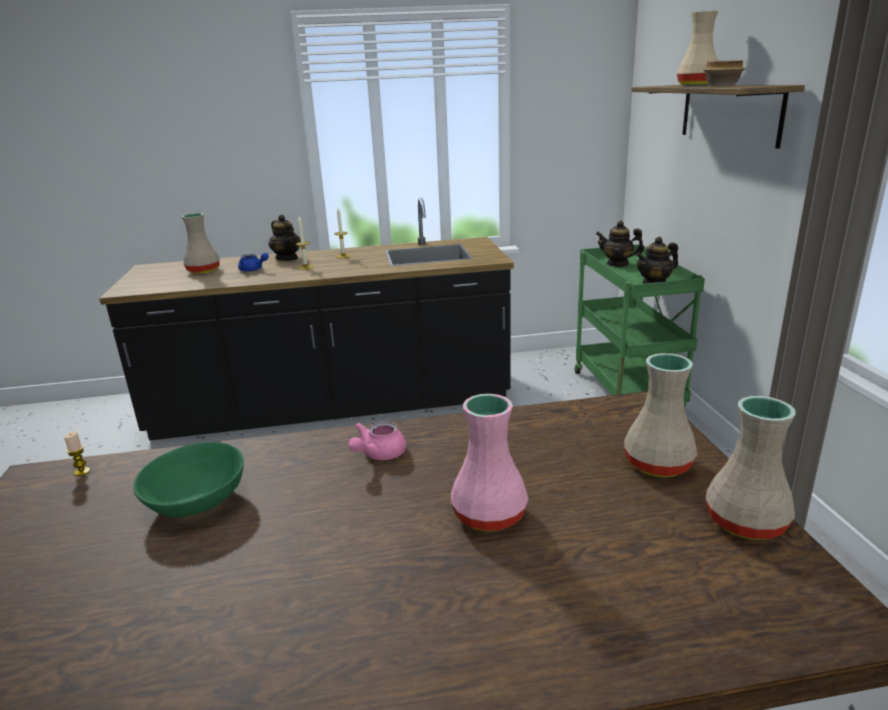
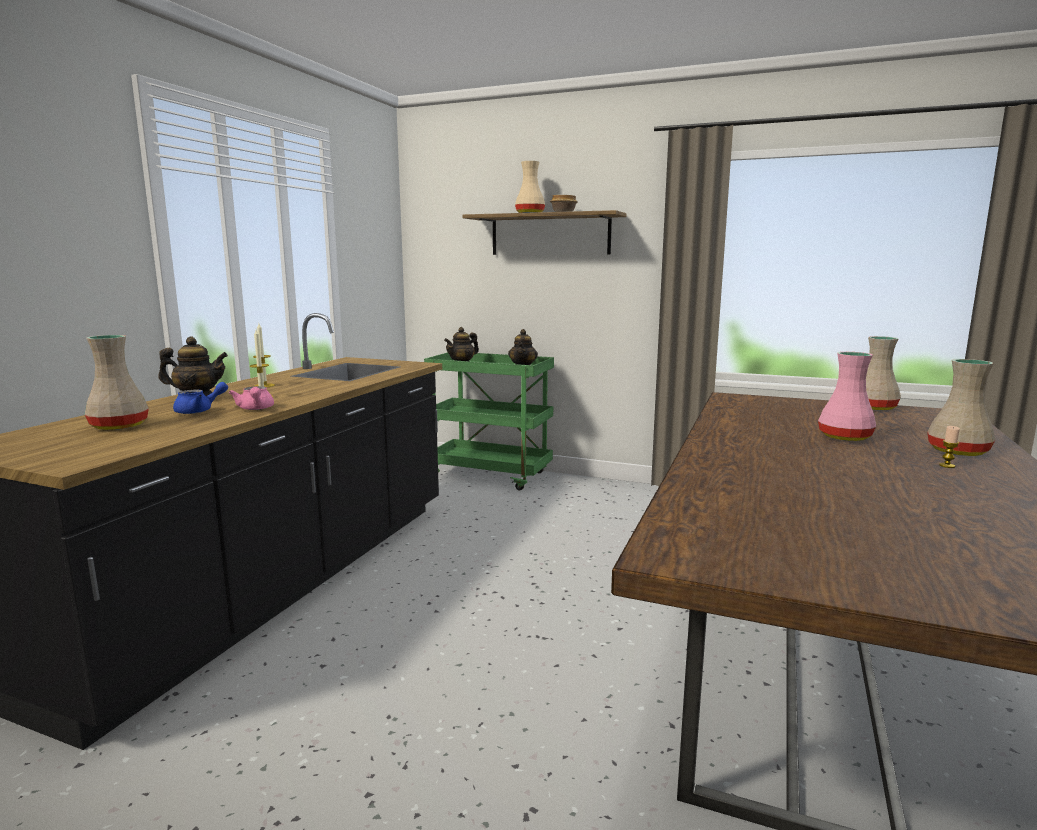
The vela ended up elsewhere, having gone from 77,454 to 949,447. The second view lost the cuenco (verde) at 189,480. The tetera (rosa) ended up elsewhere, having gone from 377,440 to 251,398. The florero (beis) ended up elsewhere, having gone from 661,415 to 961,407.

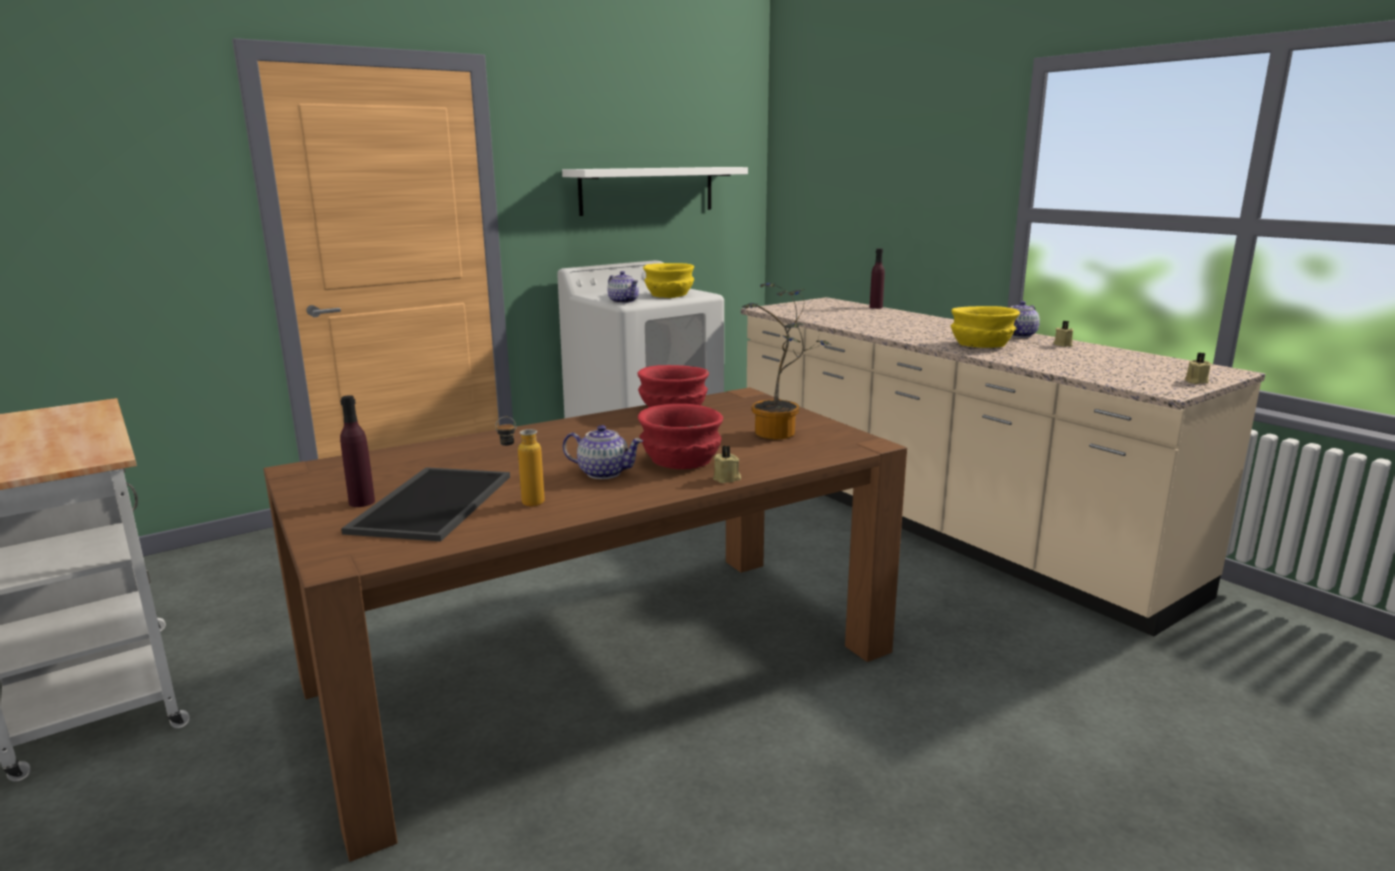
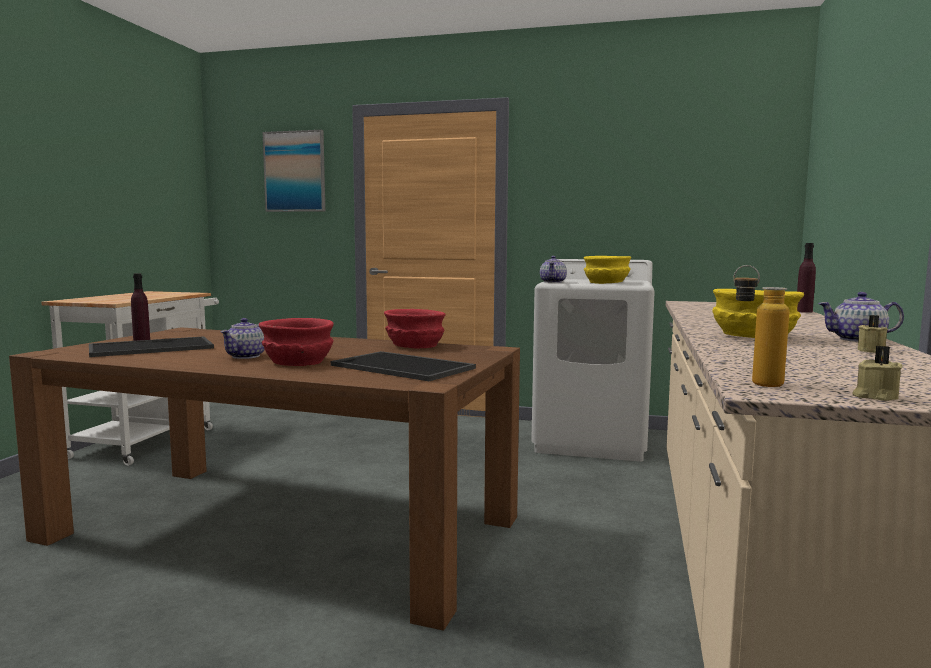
The botella ended up elsewhere, having gone from 520,461 to 761,326. The second view lost the estante (blanco) at 655,191. The tetera at 603,452 ended up facing another way, 45 degrees clockwise from before. The second view lost the vela (beis) at 727,464. Where the planta en maceta stood at 786,361, the bandeja came to stand at 403,366. The second view gained the cuadro at 294,171.

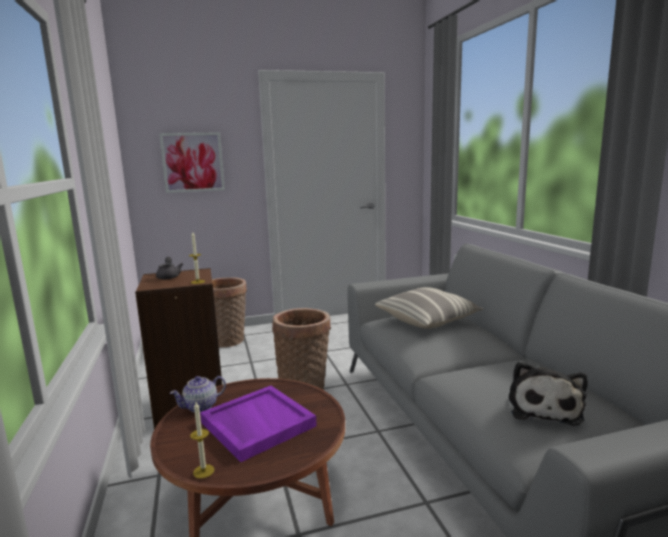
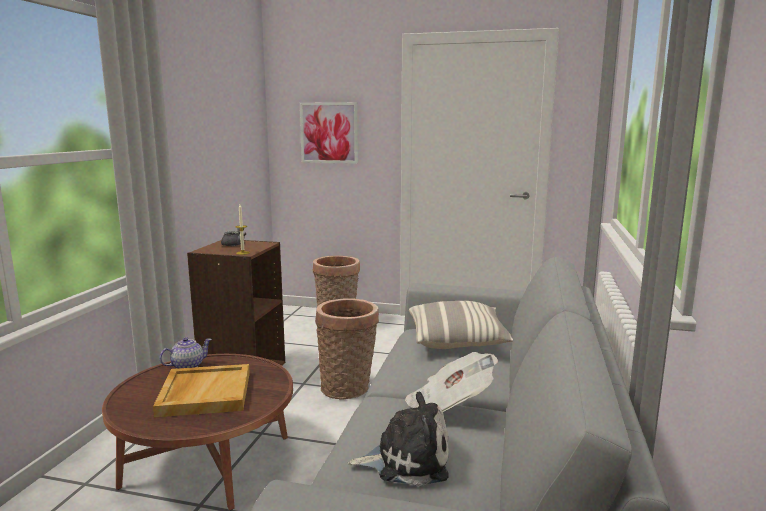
The tetera at 198,394 ended up facing another way, 150 degrees clockwise from before. The second view lost the vela at 202,440. What was the bandeja (morado) at 258,424 turned into the bandeja (beis) at 201,390. The peluche at 548,393 ended up facing another way, 135 degrees counterclockwise from before. The second view gained the periódico at 451,382.

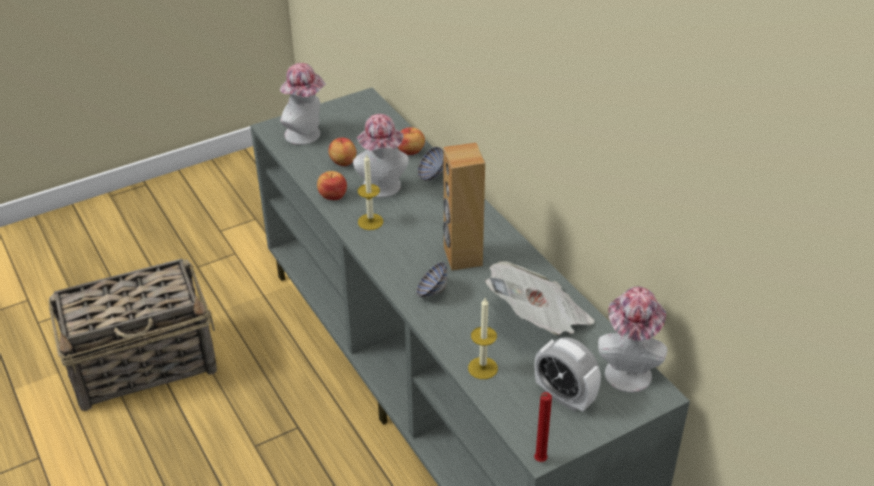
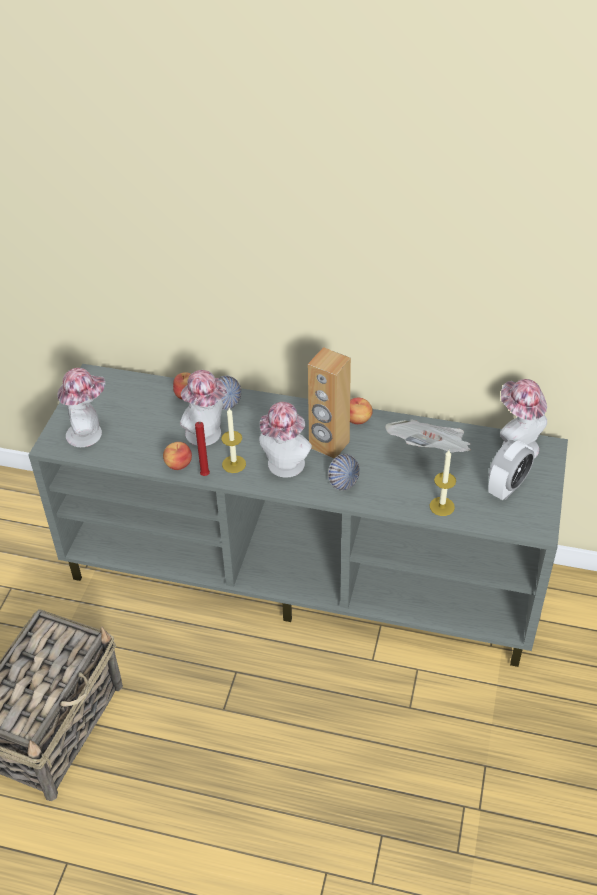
The manzana ended up elsewhere, having gone from 342,152 to 361,411. The vela (rojo) ended up elsewhere, having gone from 543,427 to 202,449. The despertador at 568,374 ended up facing another way, 45 degrees counterclockwise from before. The second view gained the sombrero at 285,440.

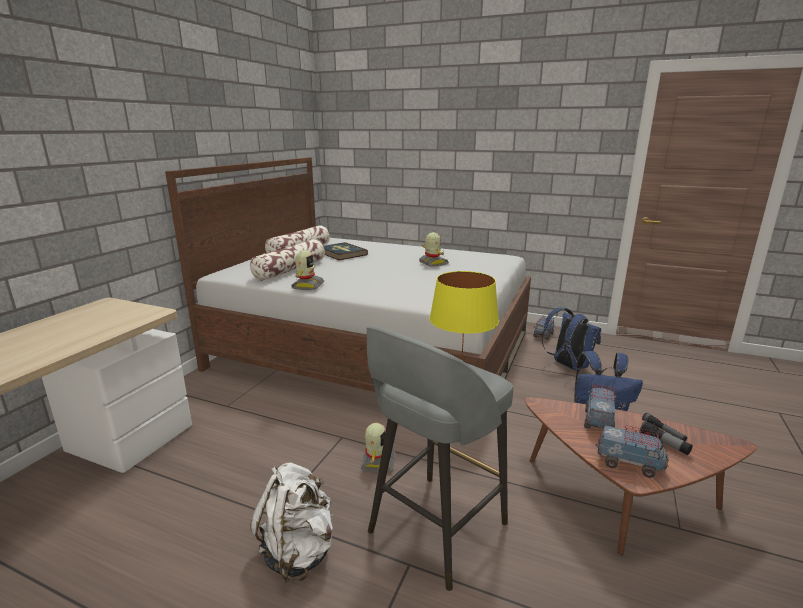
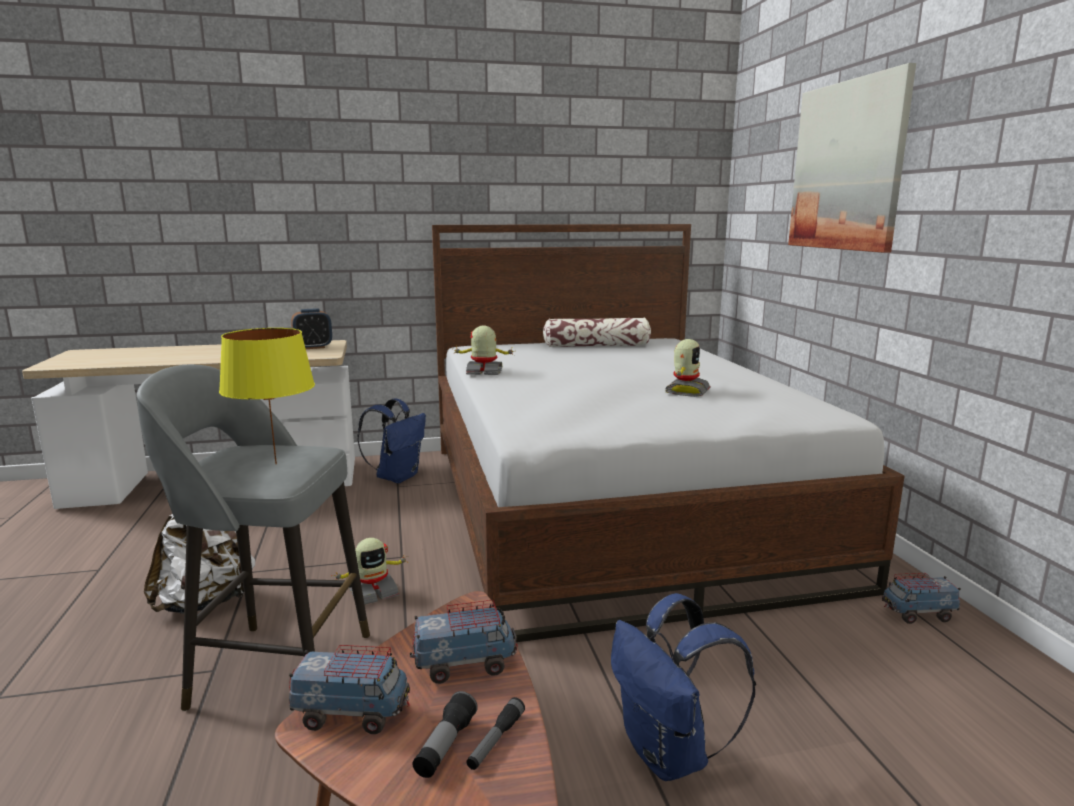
The second view lost the cojín at 287,260. The robot de juguete at 307,270 ended up facing another way, 150 degrees counterclockwise from before. The second view lost the libro at 345,251. The mochila (azul) ended up elsewhere, having gone from 571,339 to 391,440. The camión de juguete at 632,451 ended up facing another way, 75 degrees counterclockwise from before. The second view gained the despertador at 311,328. The second view gained the cuadro at 852,158.

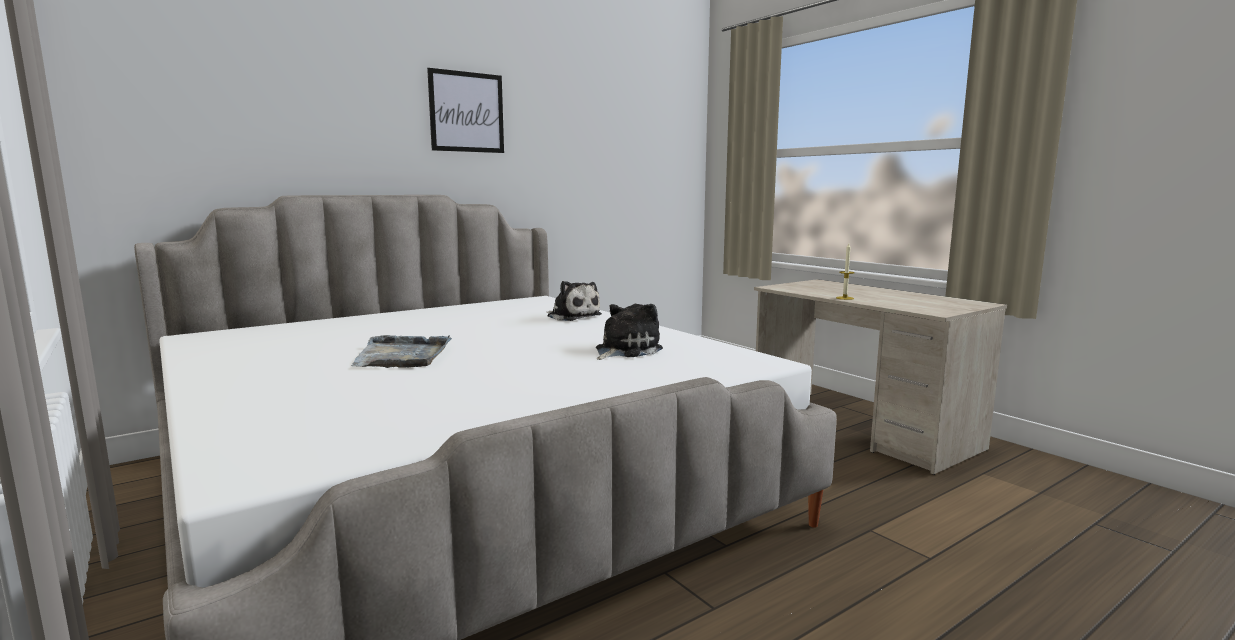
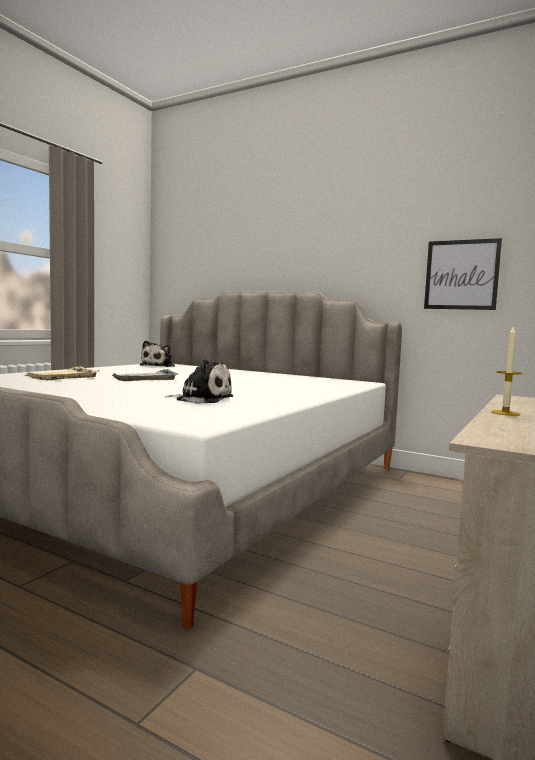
The cuadro ended up elsewhere, having gone from 465,110 to 463,274. The peluche ended up elsewhere, having gone from 574,301 to 157,354. The second view gained the bandeja (beis) at 61,373.

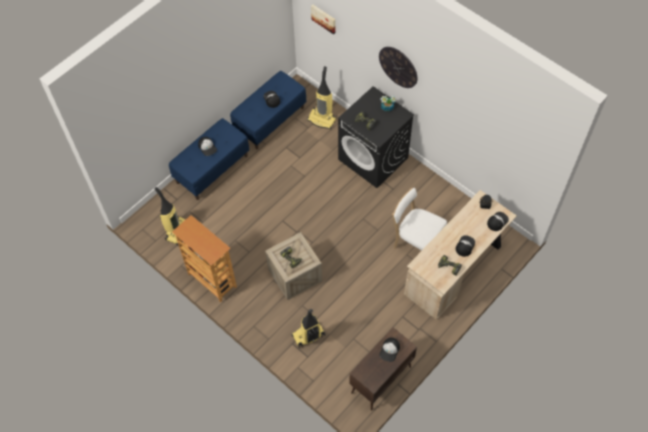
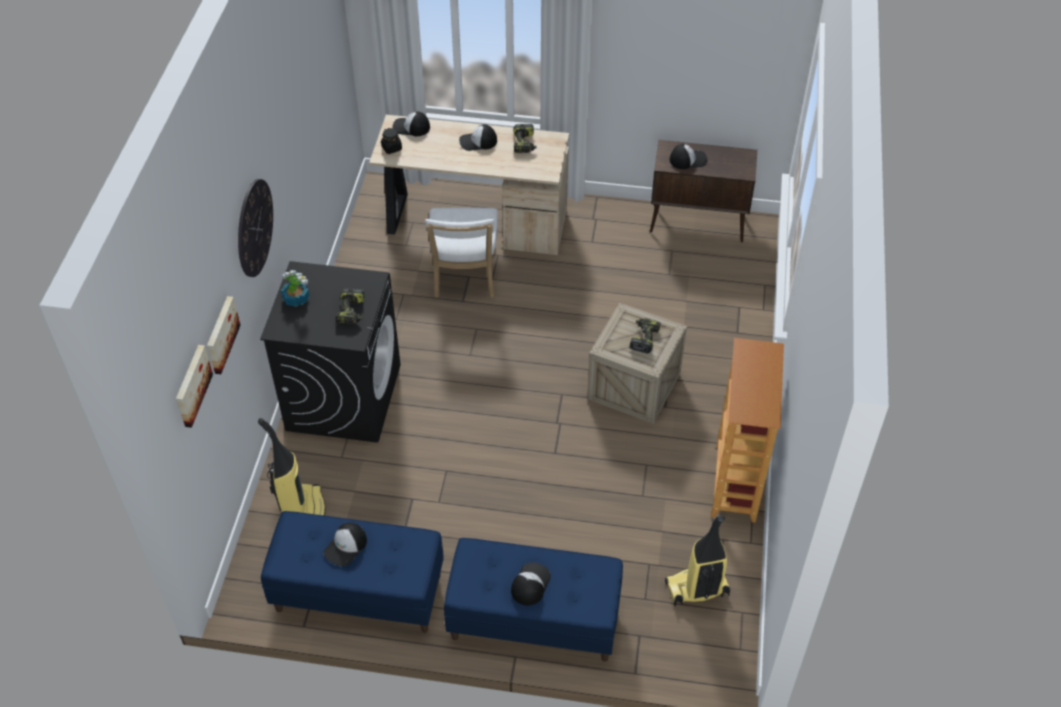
The second view lost the aspiradora at 308,328. The second view gained the cuadro at 224,335.

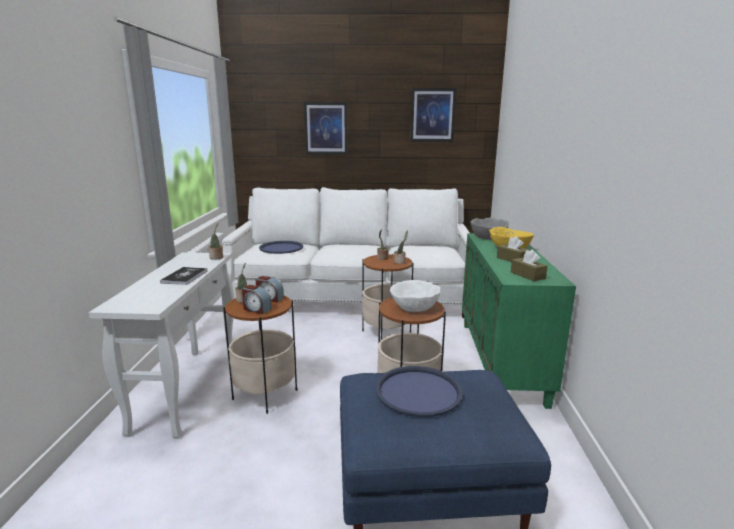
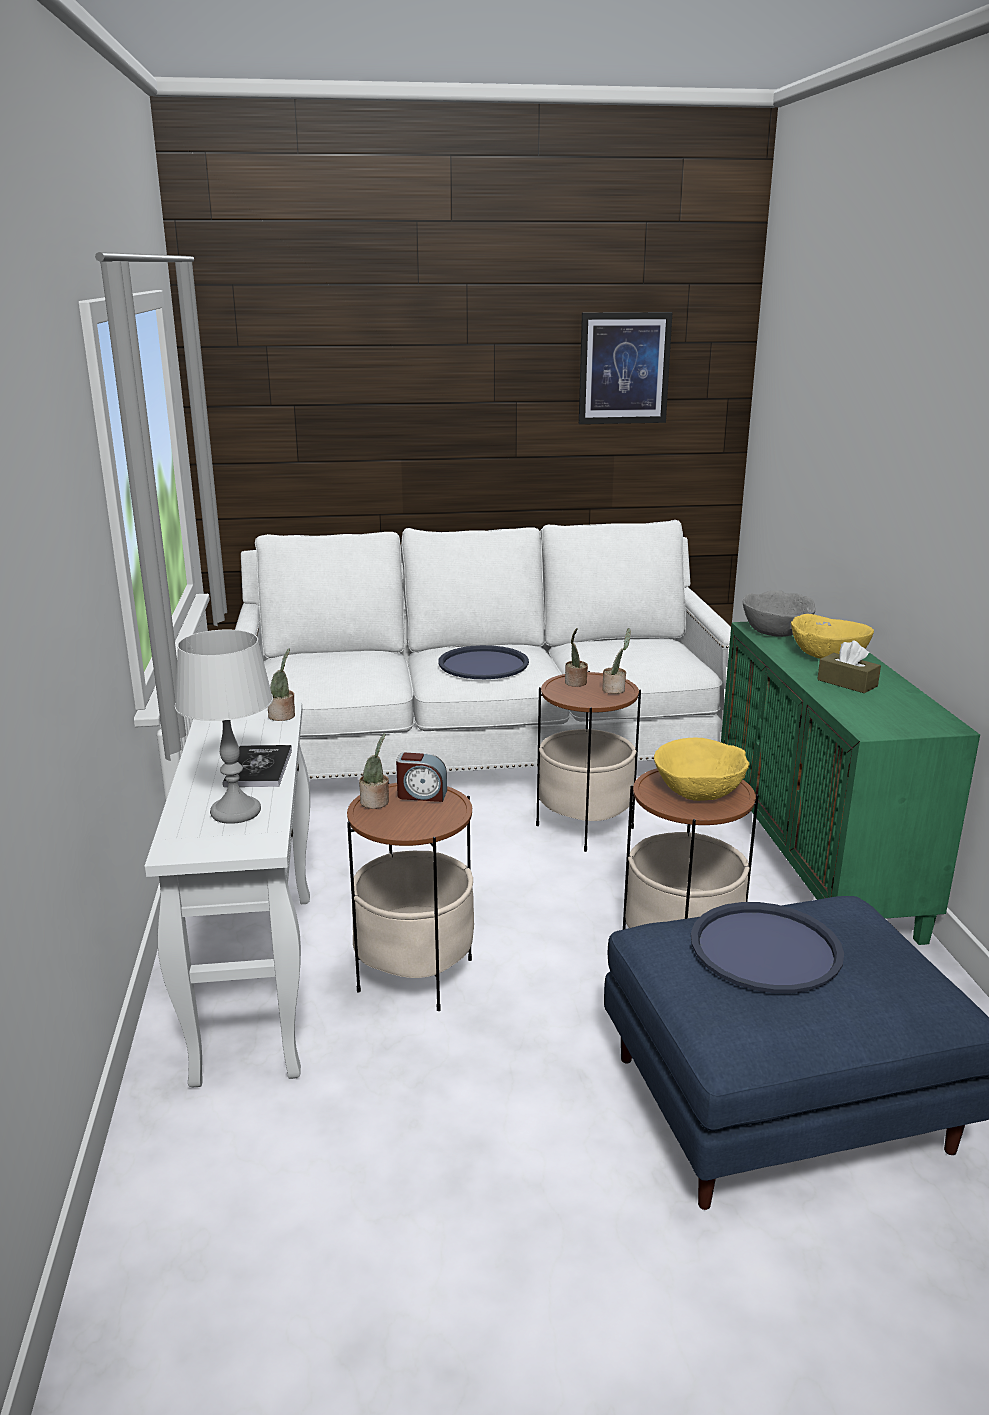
The second view lost the despertador at 257,299. The bandeja (azul) ended up elsewhere, having gone from 281,247 to 483,662. The second view lost the cuadro at 326,128. What was the cuenco (blanco) at 415,296 turned into the cuenco (amarillo) at 702,769. The second view lost the caja de pañuelos (marrón) at 529,265. The second view gained the lámpara de mesa (gris) at 224,727.

